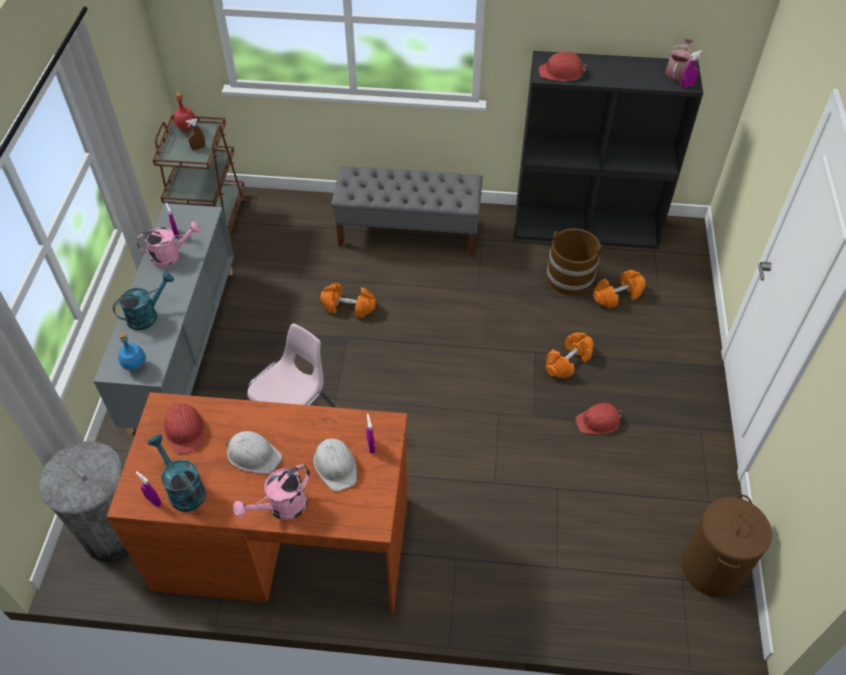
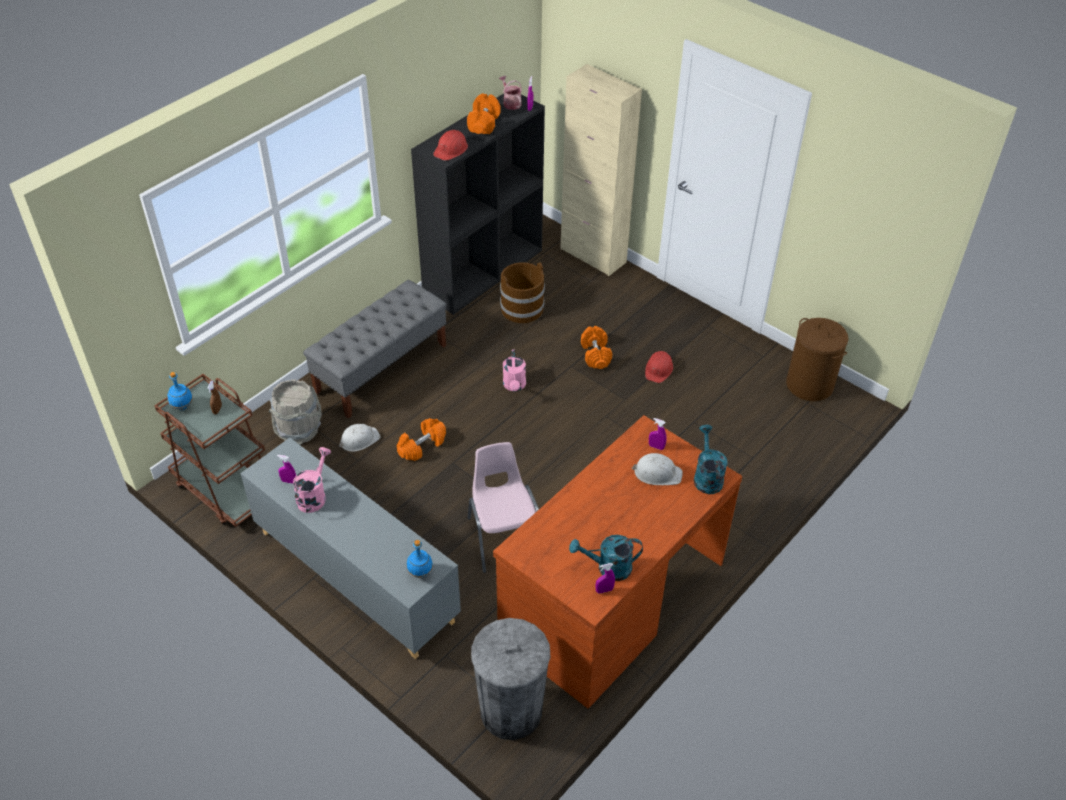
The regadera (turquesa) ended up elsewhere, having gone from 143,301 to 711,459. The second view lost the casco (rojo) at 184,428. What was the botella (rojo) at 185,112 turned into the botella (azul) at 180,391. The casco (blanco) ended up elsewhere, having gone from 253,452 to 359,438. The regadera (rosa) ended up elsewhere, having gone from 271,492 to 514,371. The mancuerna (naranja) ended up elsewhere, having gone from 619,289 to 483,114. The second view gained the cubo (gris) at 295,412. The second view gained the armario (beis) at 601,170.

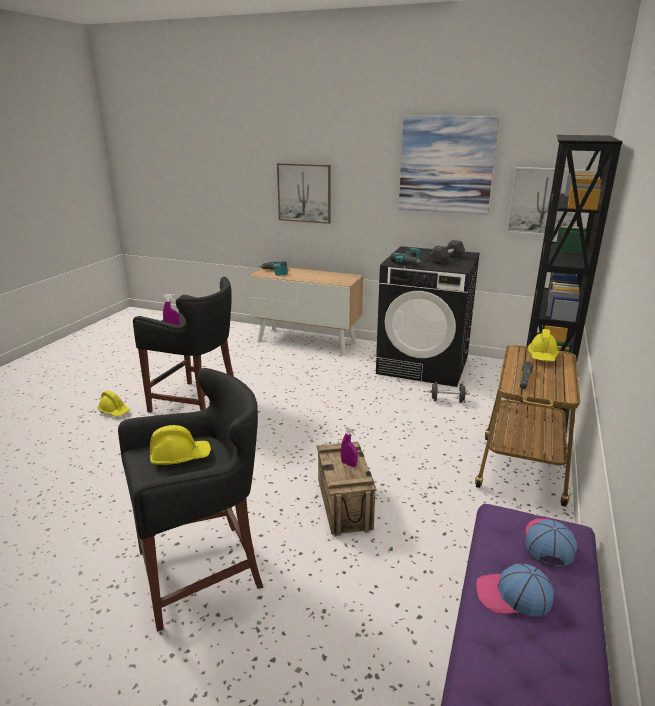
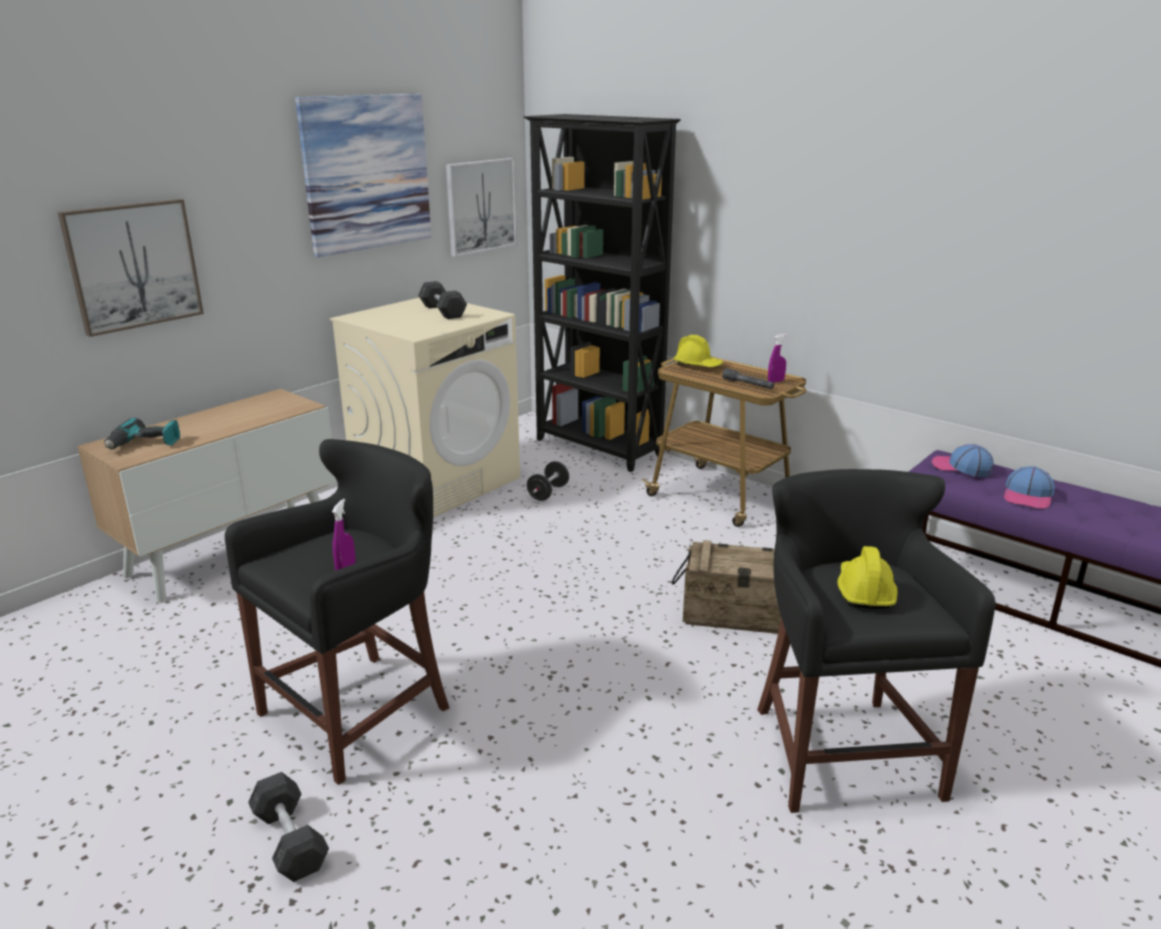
Where the casco (amarillo) stood at 113,403, the mancuerna (gris) came to stand at 288,827. The pulverizador (morado) ended up elsewhere, having gone from 349,446 to 777,358. What was the lavadora (negro) at 428,316 turned into the lavadora (beis) at 425,407. The second view lost the taladro at 405,255.

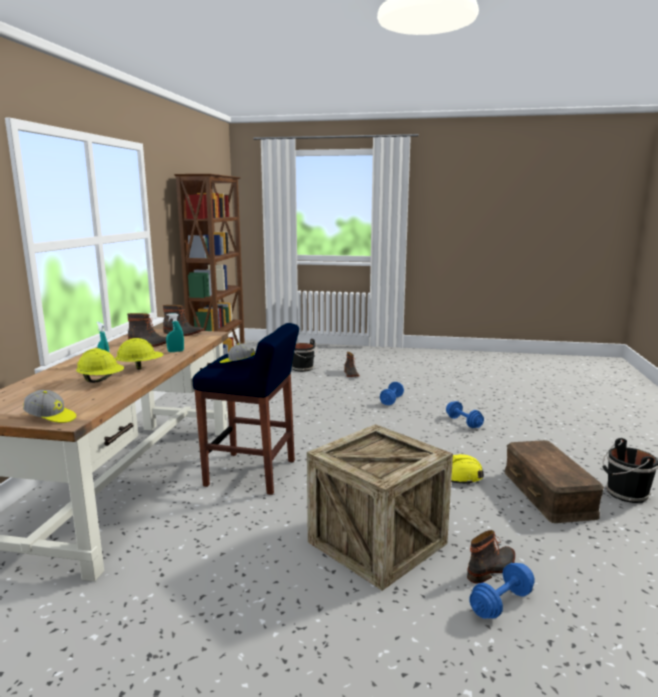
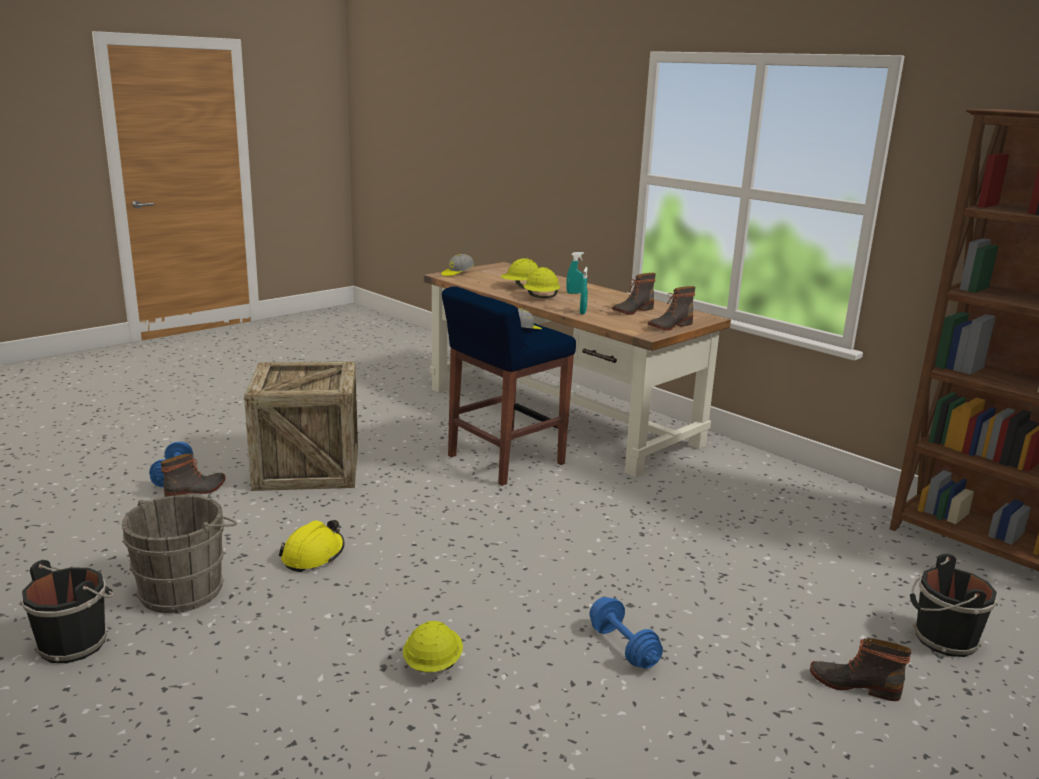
Where the mancuerna (azul) stood at 465,414, the casco (amarillo) came to stand at 433,646. The bota at 491,557 ended up facing another way, 135 degrees counterclockwise from before. Where the caja de almacenaje (marrón) stood at 554,481, the cubo (gris) came to stand at 179,554.

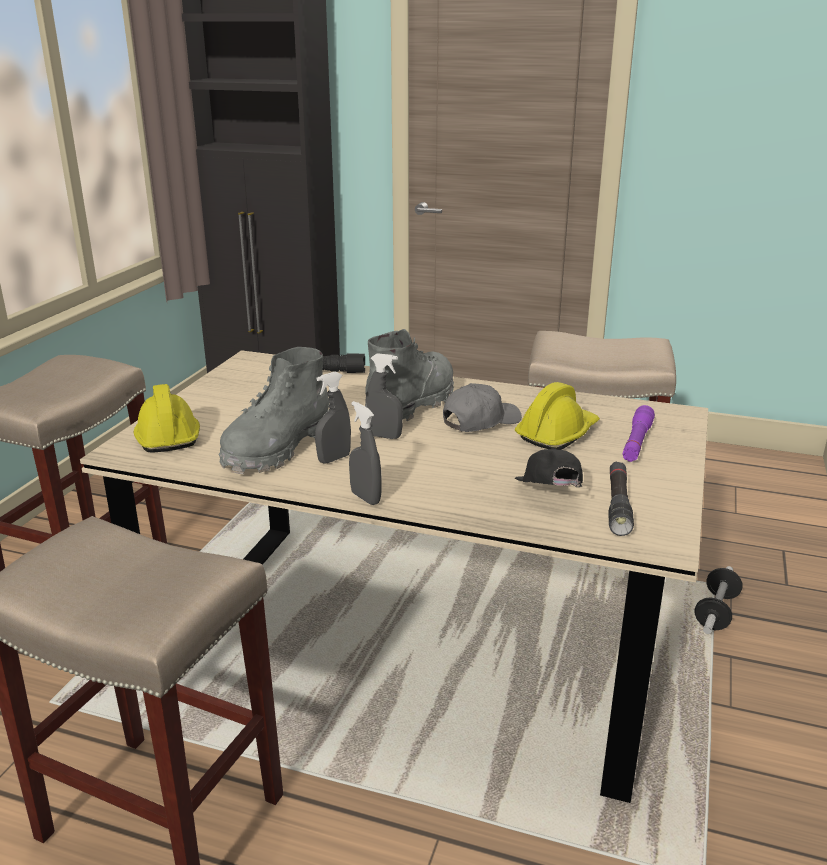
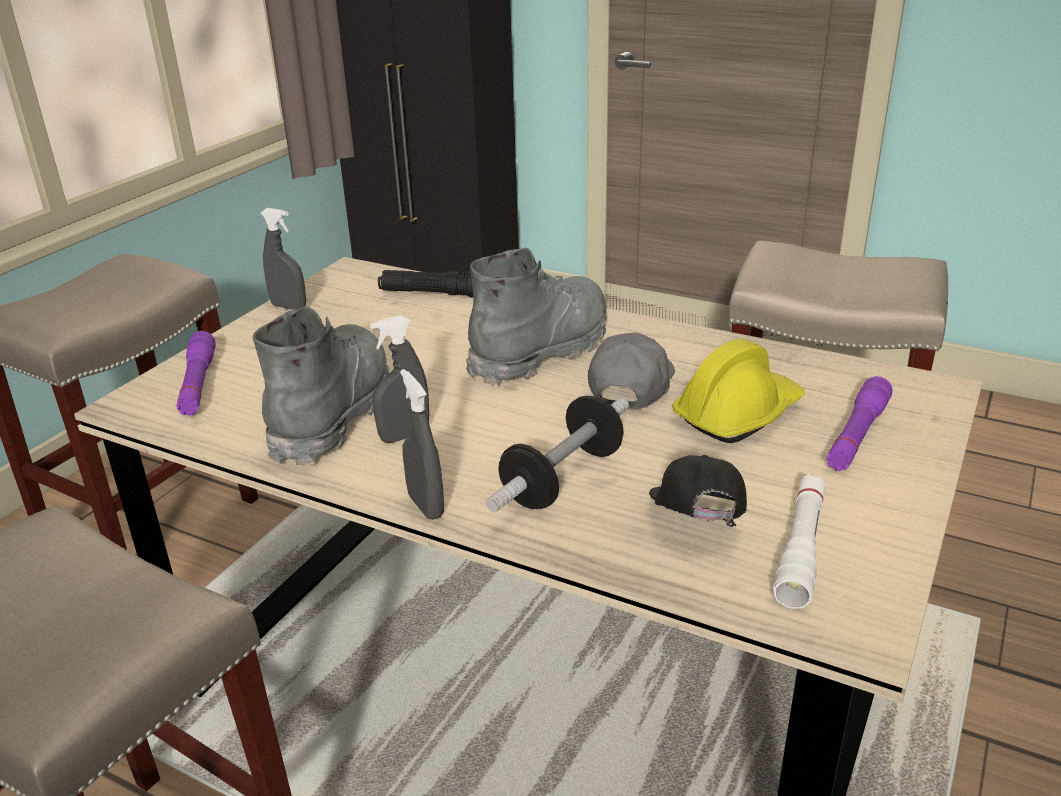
Where the casco (amarillo) stood at 167,418, the linterna (morado) came to stand at 196,373. The bota (gris) at 274,410 ended up facing another way, 150 degrees clockwise from before. The pulverizador (gris) ended up elsewhere, having gone from 384,396 to 283,259. The gorra (gris) at 482,407 ended up facing another way, 45 degrees counterclockwise from before. What was the linterna (negro) at 621,499 turned into the linterna (blanco) at 799,542. The mancuerna ended up elsewhere, having gone from 718,600 to 557,454.

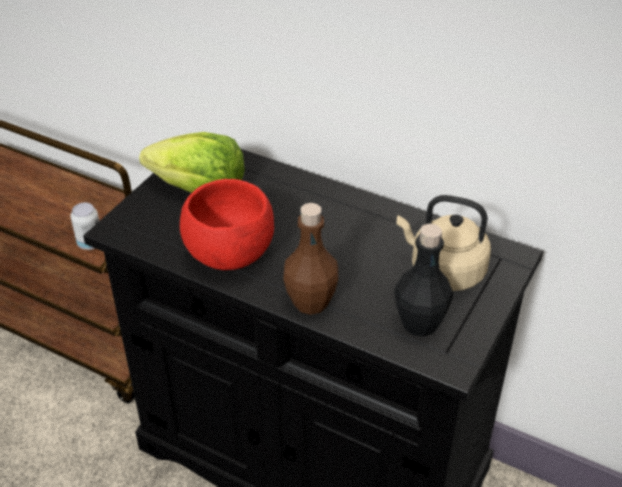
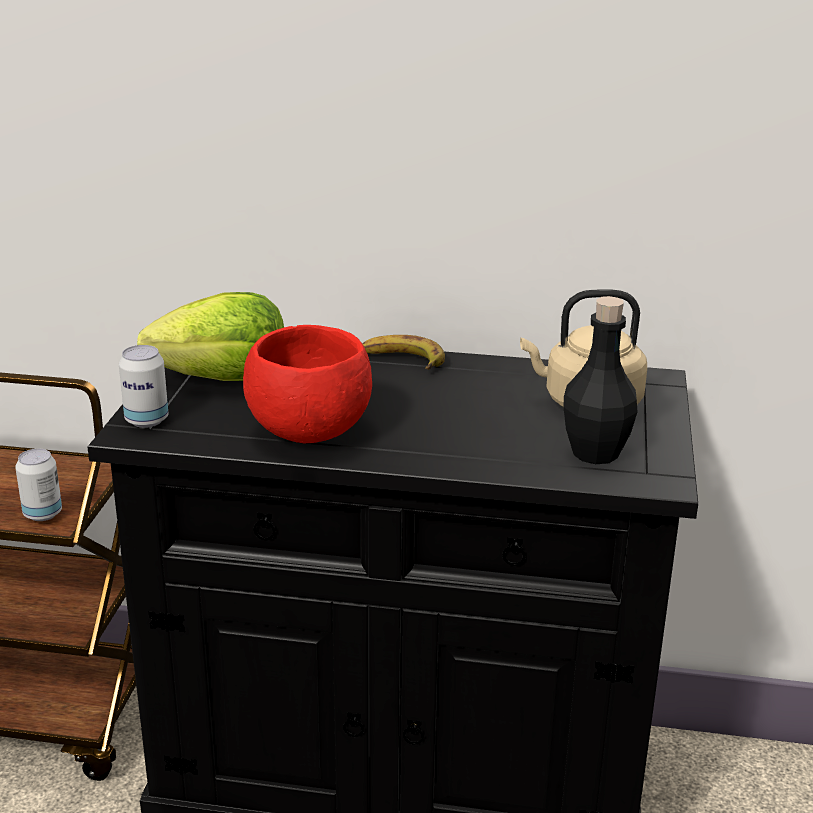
The second view lost the botella (marrón) at 310,259. The second view gained the lata at 143,386. The second view gained the plátano at 403,352.

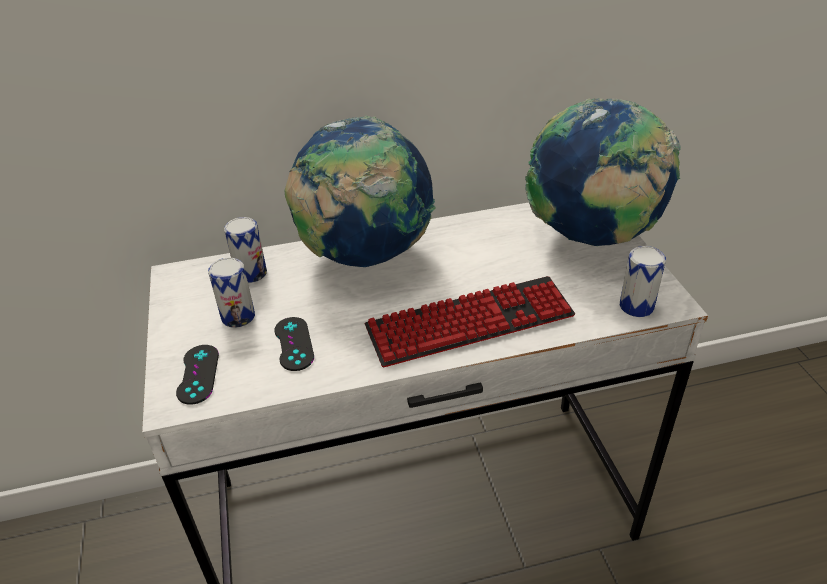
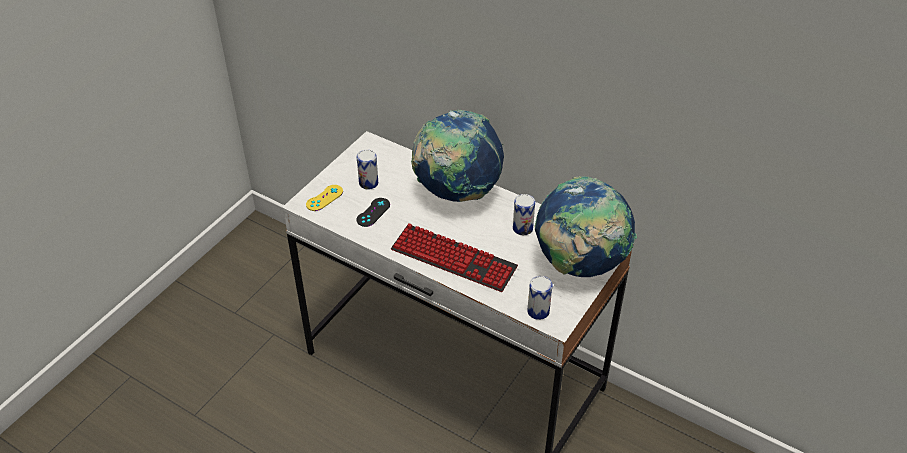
What was the mando de consola (negro) at 197,375 turned into the mando de consola (amarillo) at 324,198. The lata ended up elsewhere, having gone from 245,250 to 524,214.

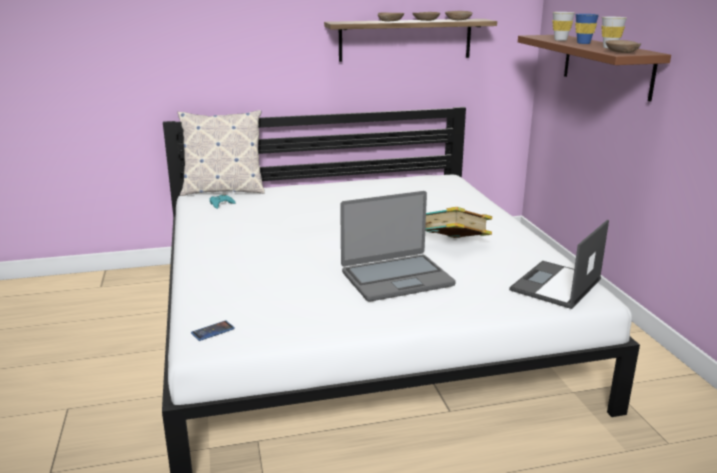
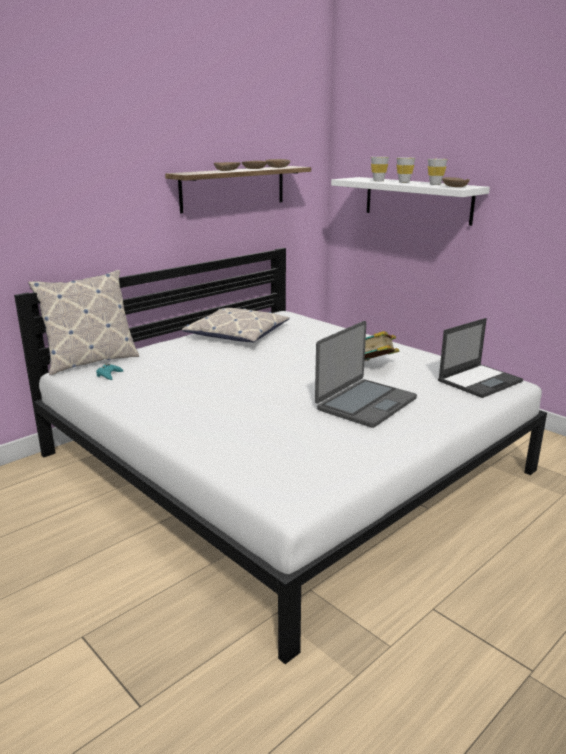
The second view lost the móvil at 213,330. The portátil at 559,264 ended up facing another way, 135 degrees counterclockwise from before. What was the estante (marrón) at 594,68 turned into the estante (blanco) at 410,201. What was the taza (azul) at 587,29 turned into the taza (blanco) at 406,170. The second view gained the cojín at 236,325.

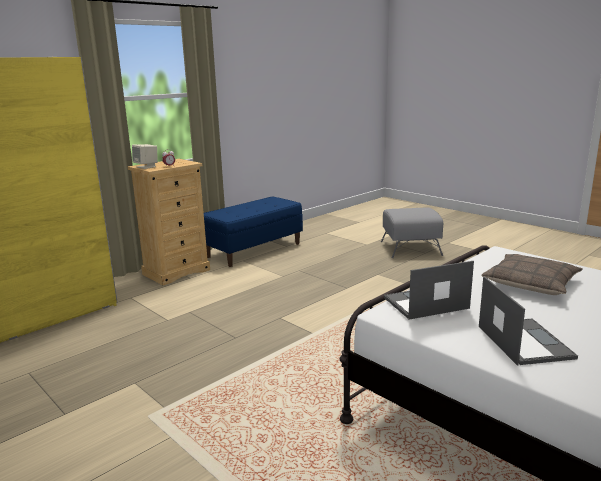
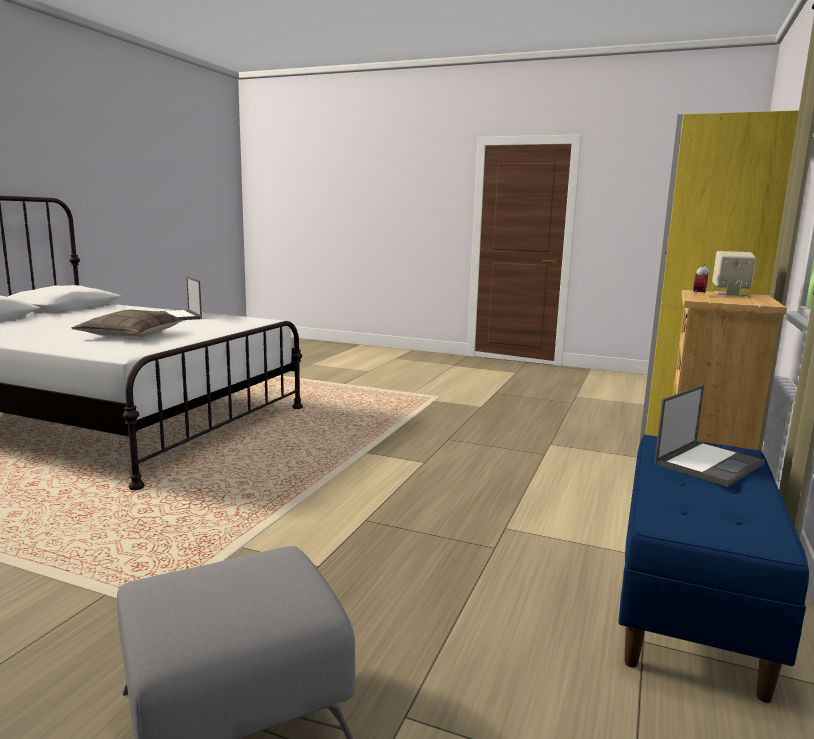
The portátil ended up elsewhere, having gone from 429,290 to 709,436.

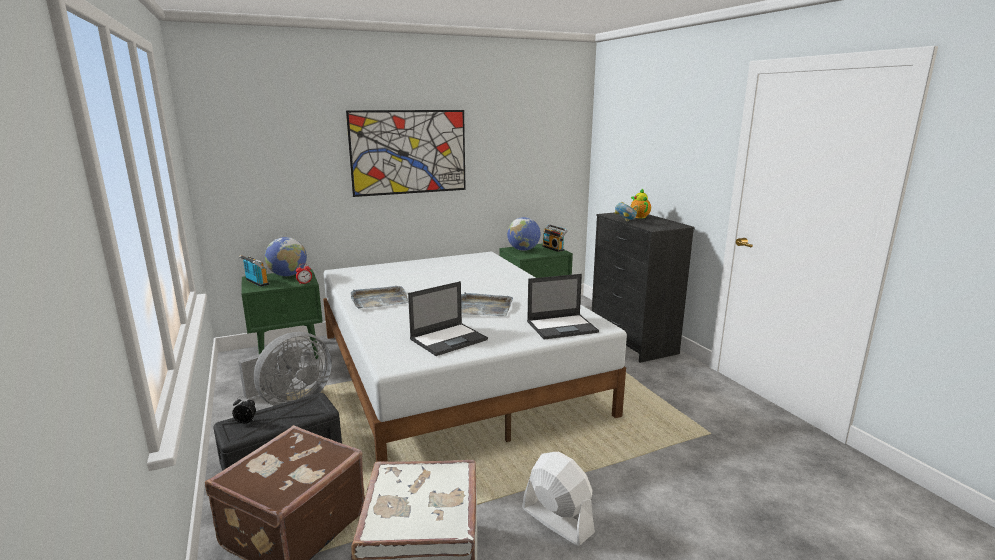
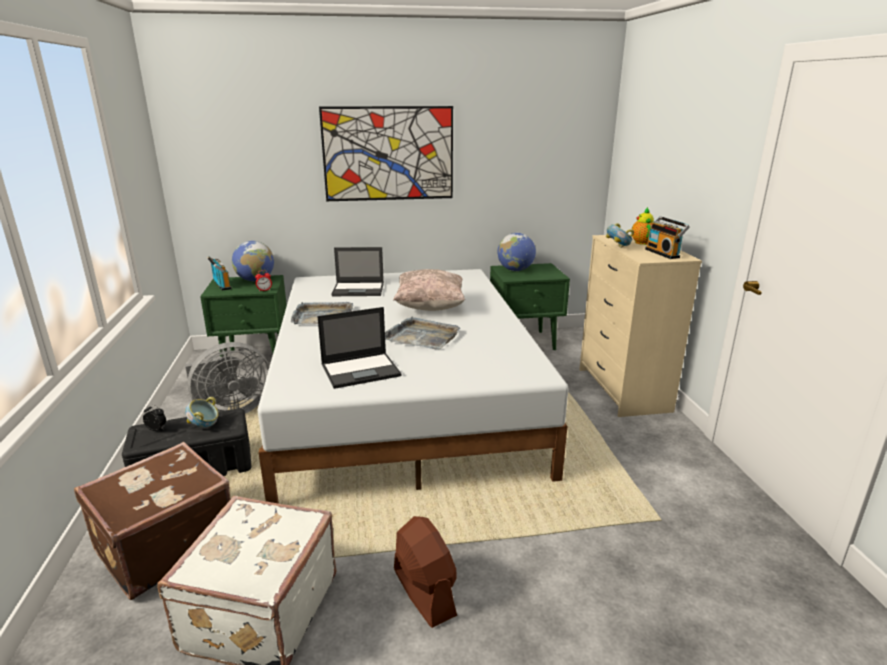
What was the ventilador (blanco) at 558,499 turned into the ventilador (marrón) at 425,572. The portátil ended up elsewhere, having gone from 563,306 to 357,271. The radio ended up elsewhere, having gone from 555,238 to 667,237. What was the cómoda (negro) at 643,287 turned into the cómoda (beis) at 640,325. The second view gained the cuenco at 202,412. The second view gained the cojín (beis) at 429,290.

